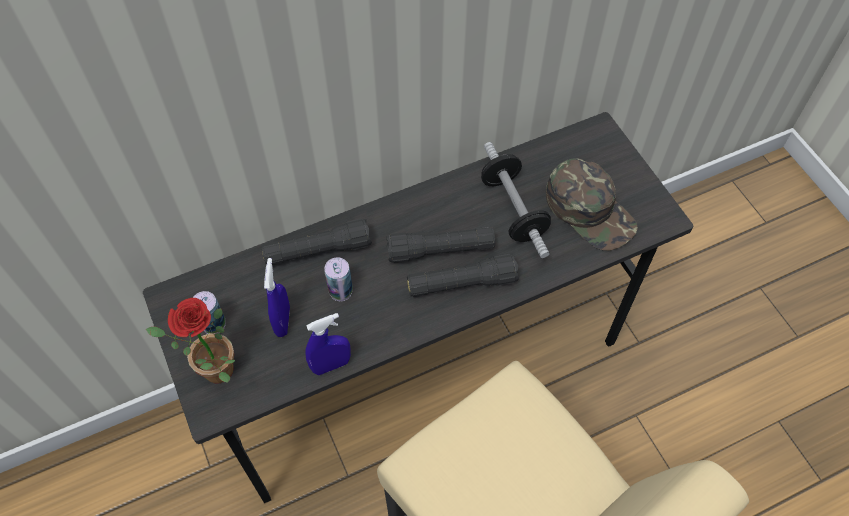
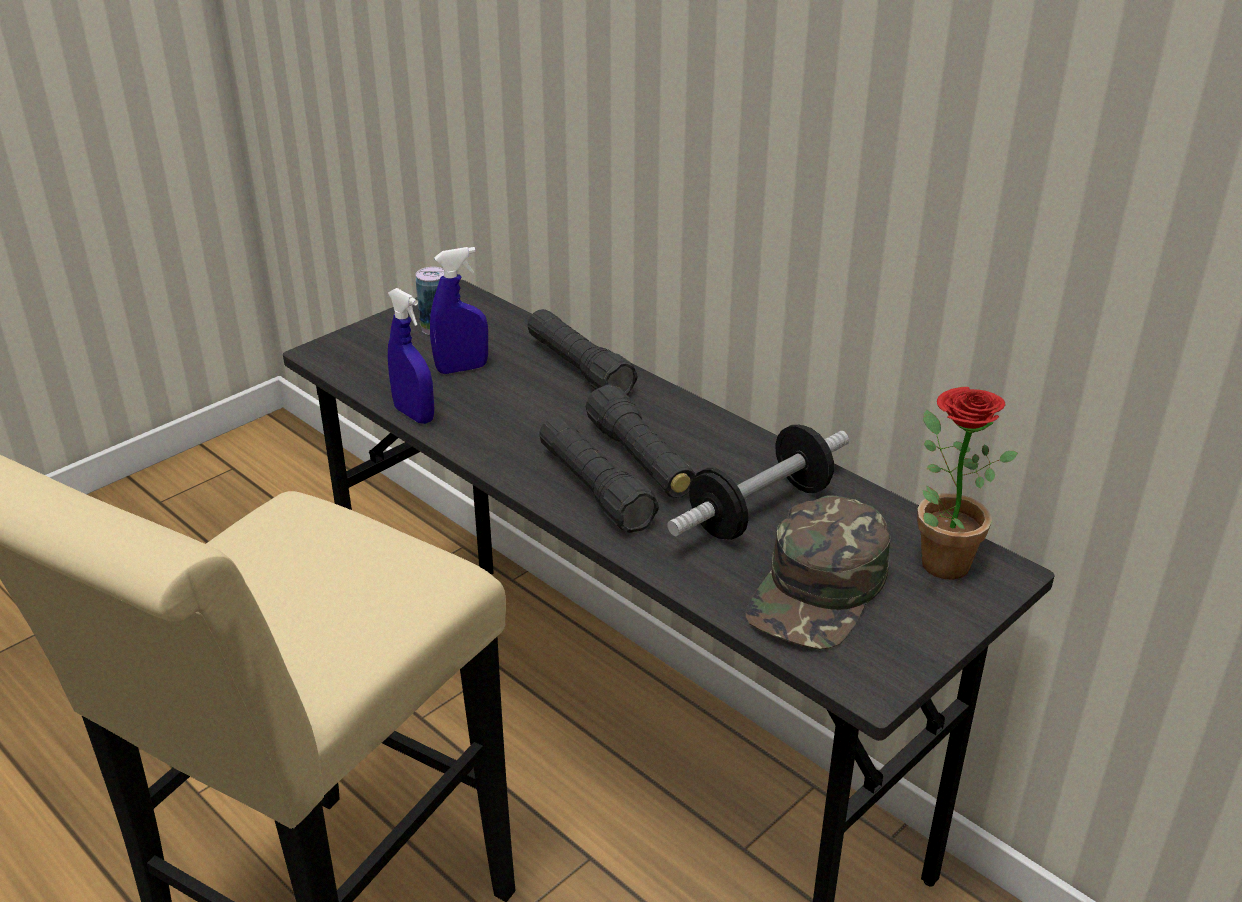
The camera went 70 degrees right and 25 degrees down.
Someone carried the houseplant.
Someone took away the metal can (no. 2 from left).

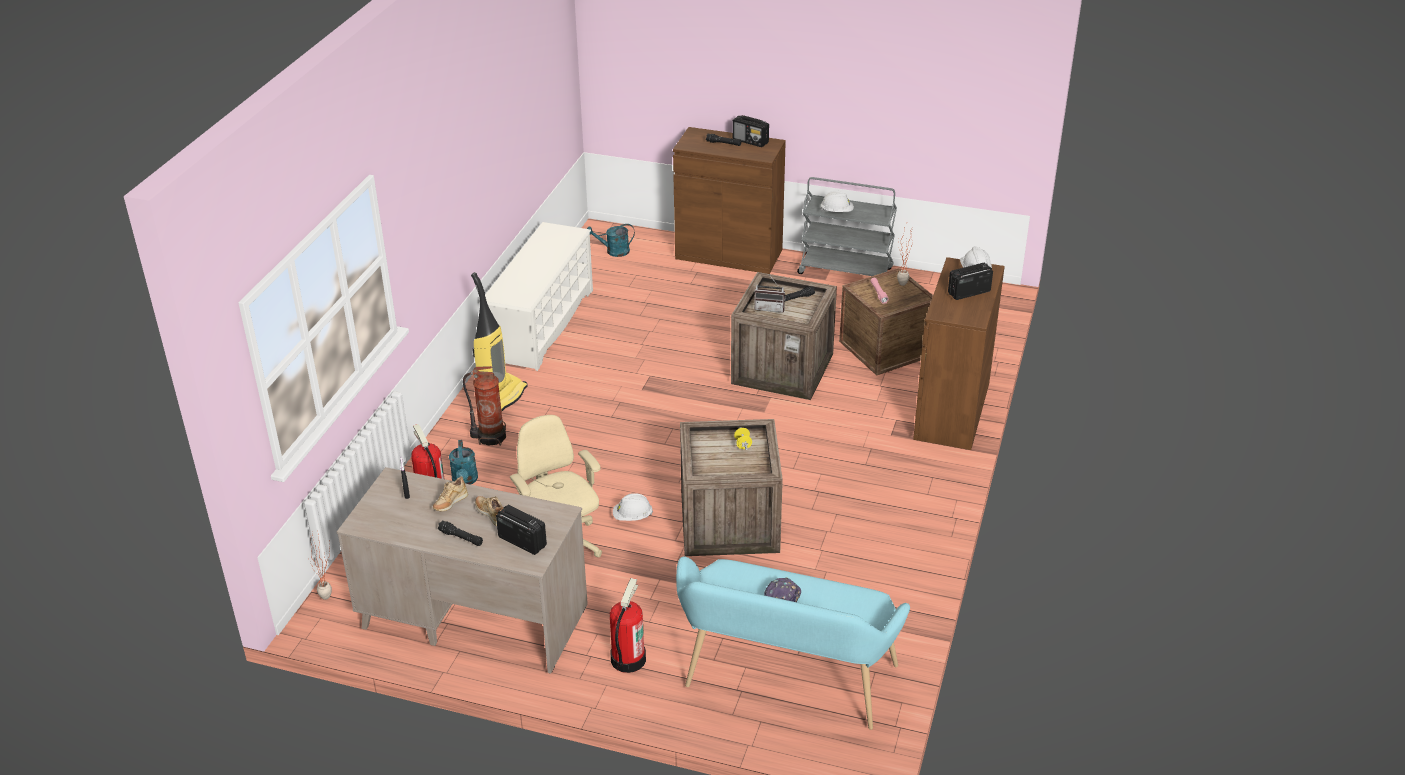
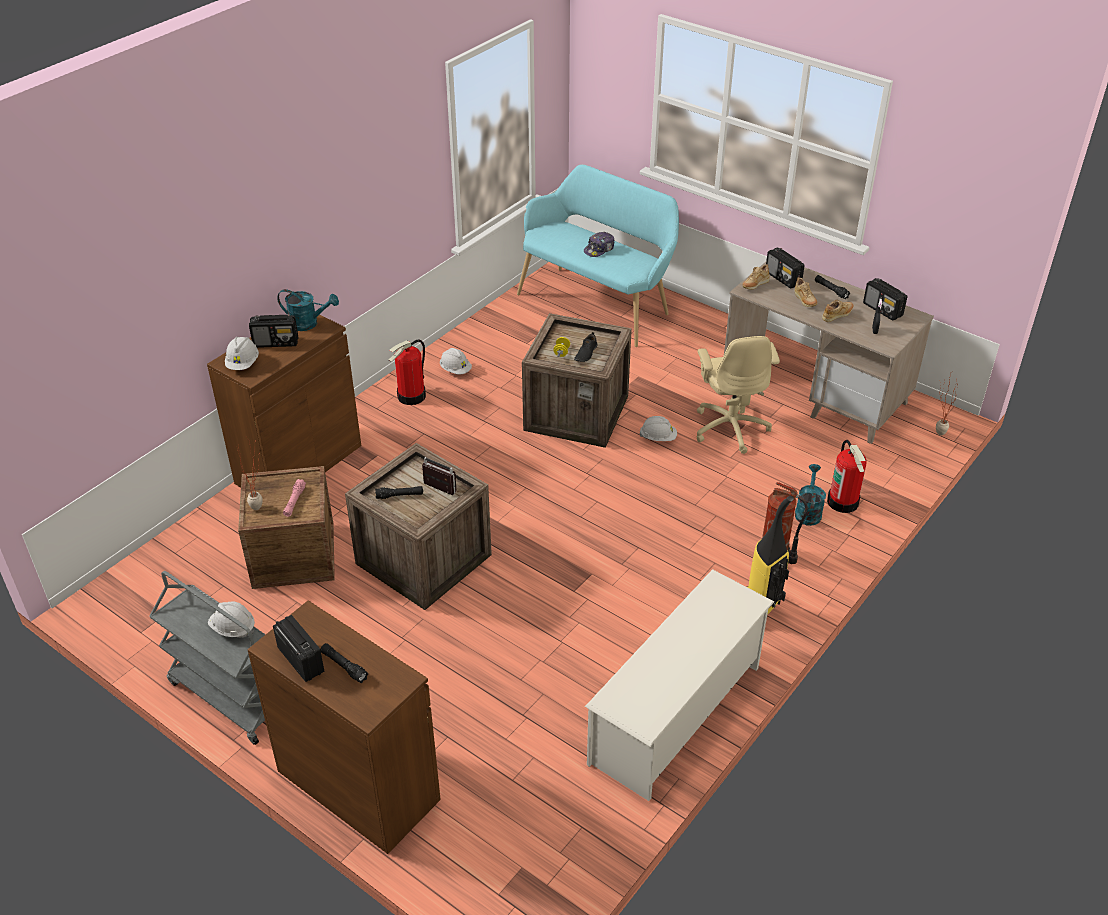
The camera went 160 degrees left and 5 degrees up.
Someone carried the blue-green watering can (no. 2 from left in the first image).
Someone carried the fire extinguisher (no. 3 from left in the first image).
Someone put down the white safety helmet (no. 3 from left).
Someone put down the black shoe.
Someone put down the beige shoe (no. 1 from left).
Someone put down the radio receiver (no. 5 from left).

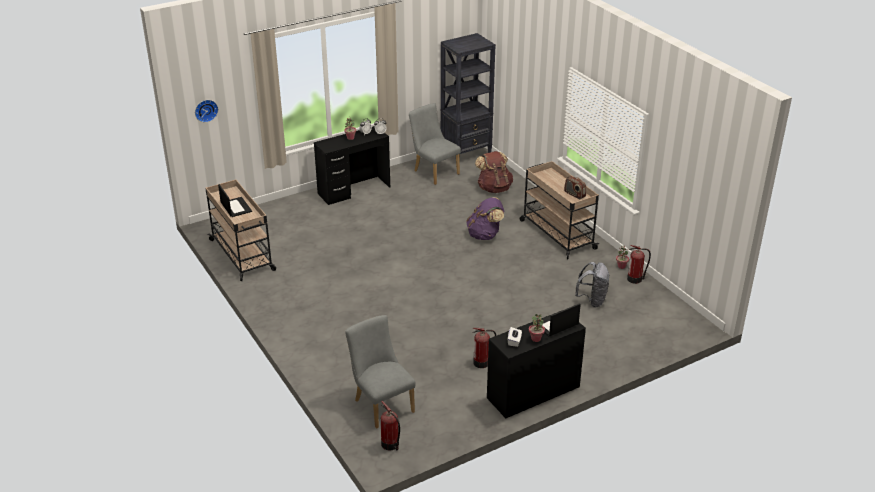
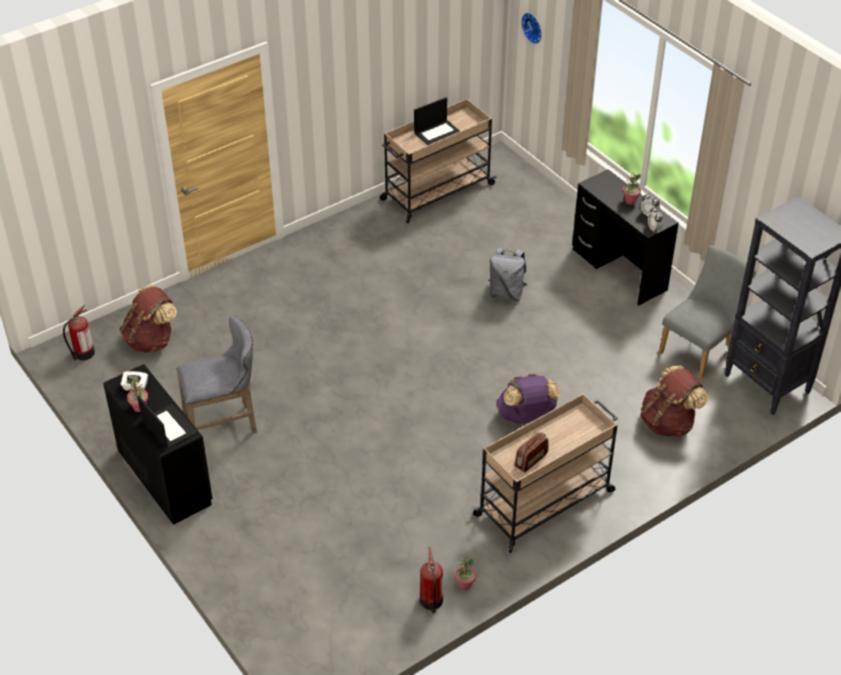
The camera went 85 degrees right and 10 degrees up.
Someone swapped the grey plain chair (no. 1 from left) for the brown-coloured backpack (no. 1 from left).
Someone swapped the fire extinguisher (no. 2 from left) for the grey stool.
Someone carried the grey backpack.

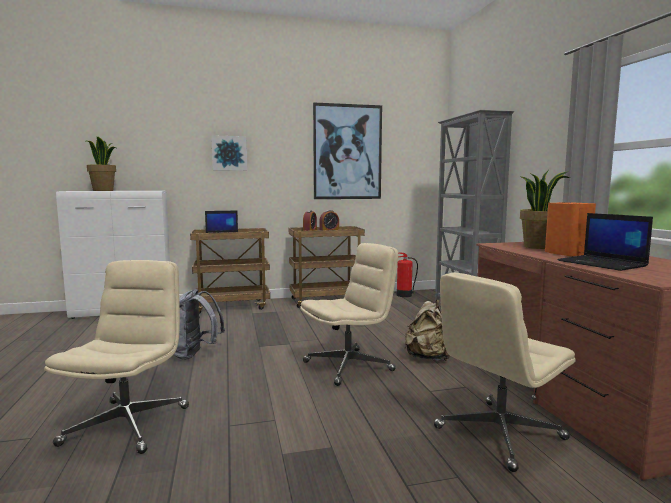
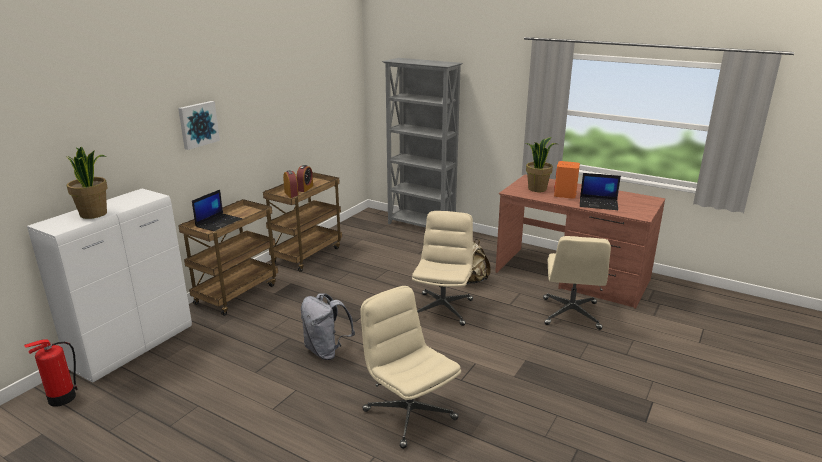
The camera went 45 degrees left and 15 degrees up.
Someone took away the wall picture (no. 2 from left).
Someone carried the fire extinguisher.

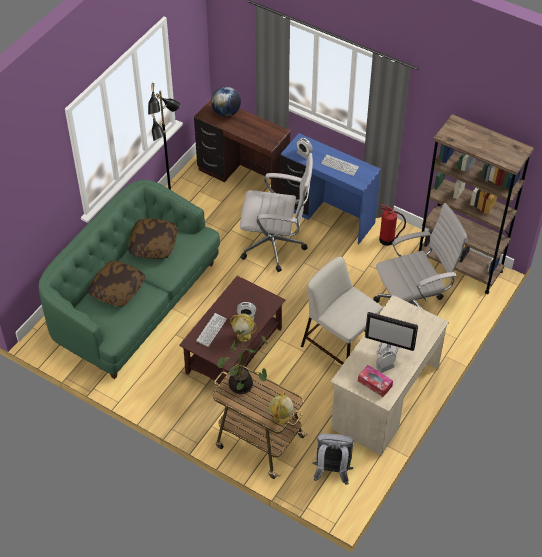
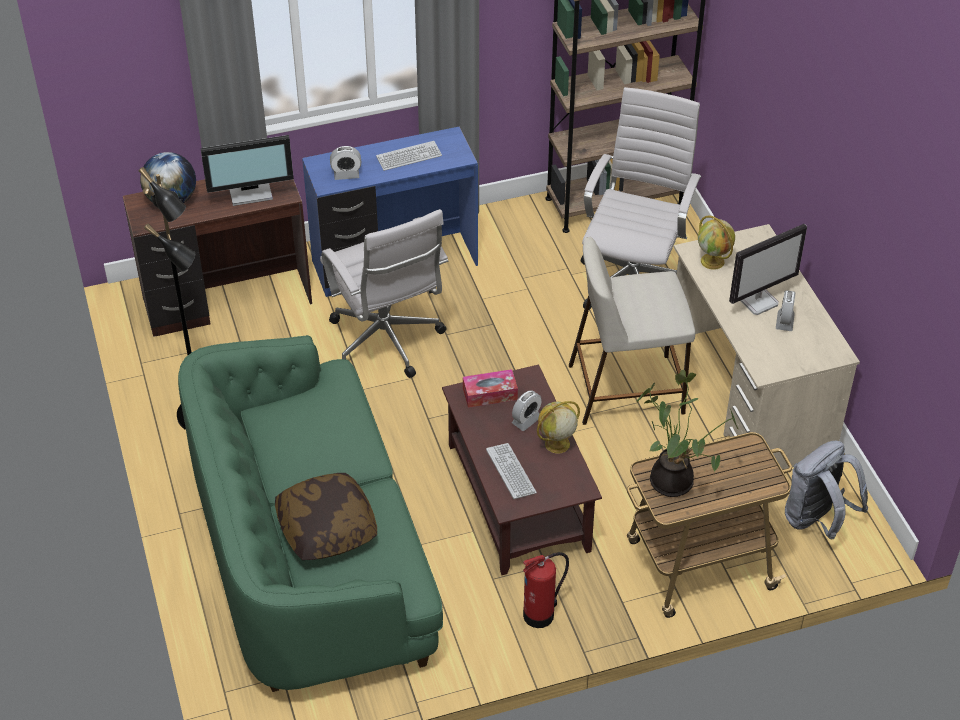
The camera went 50 degrees left and 5 degrees down.
Someone took away the cushion (no. 2 from left).
Someone rotated the white computer chair (no. 1 from left) by 105 degrees clockwise.
Someone carried the globe (no. 3 from left).
Someone carried the tissue holder.
Someone carried the fire extinguisher.
Someone put down the monitor (no. 1 from left).

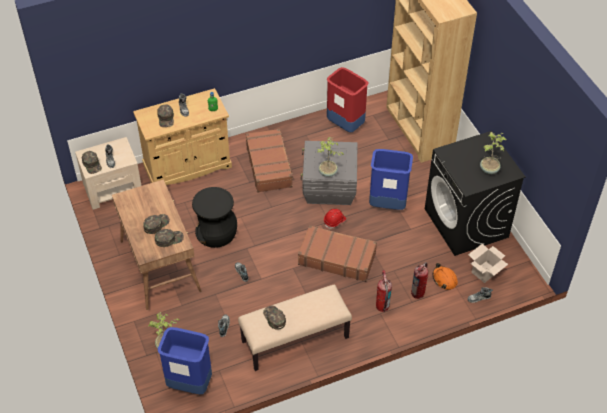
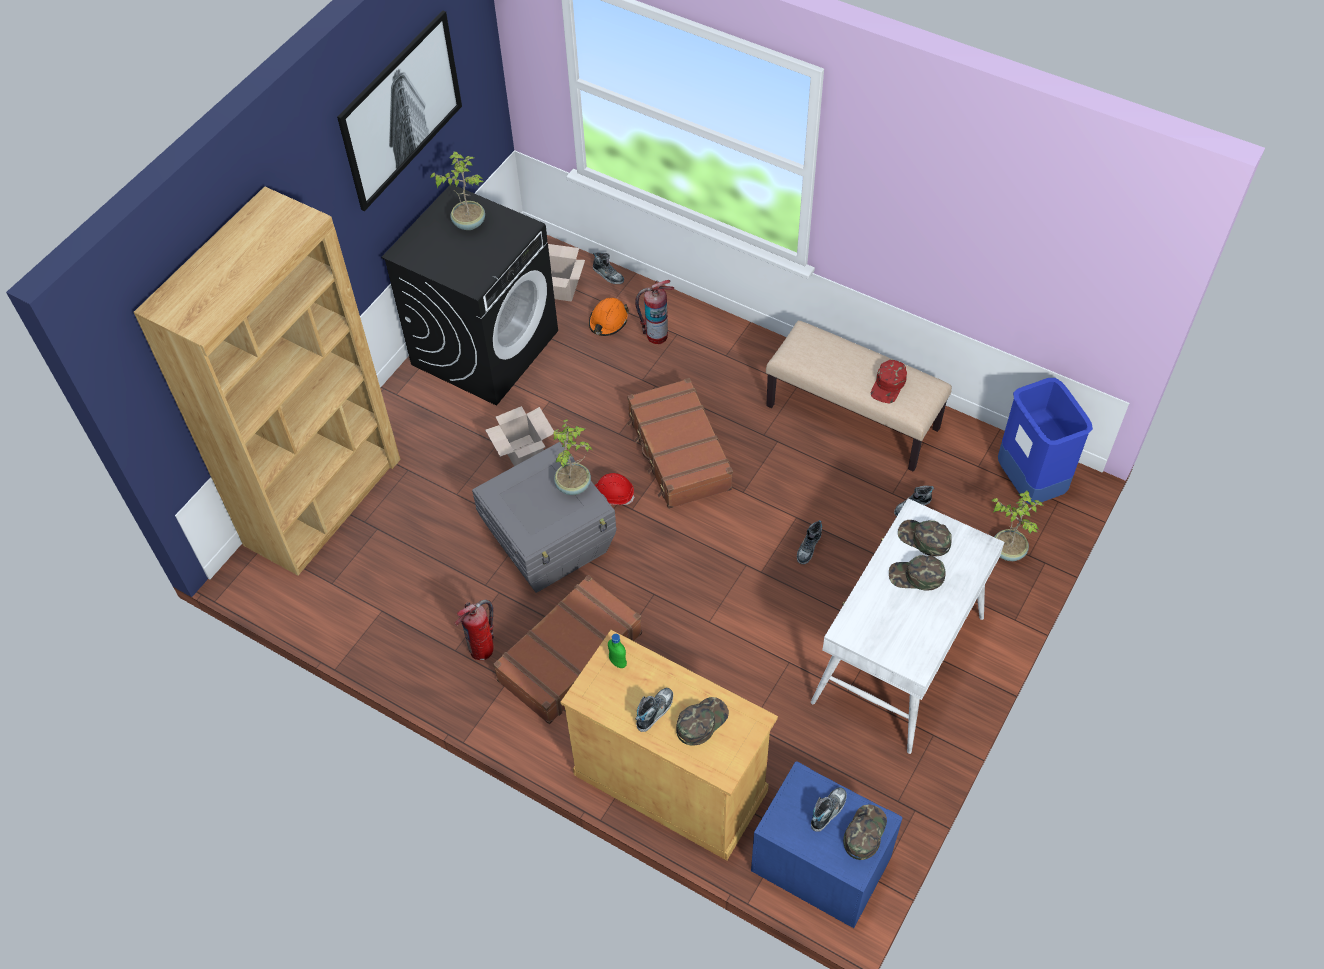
The camera went 125 degrees left and 5 degrees up.
Someone repainted the beige bedside table, which became the blue-coloured bedside table.
Someone repainted the brown-coloured desk unit, which became the white desk unit.
Someone took away the black stool.
Someone repainted the green baseball cap (no. 5 from left), which became the red baseball cap.
Someone took away the red rubbish bin.
Someone swapped the blue-coloured rubbish bin (no. 2 from left) for the carton (no. 1 from left).
Someone carried the fire extinguisher (no. 1 from left).
Someone put up the wall picture.

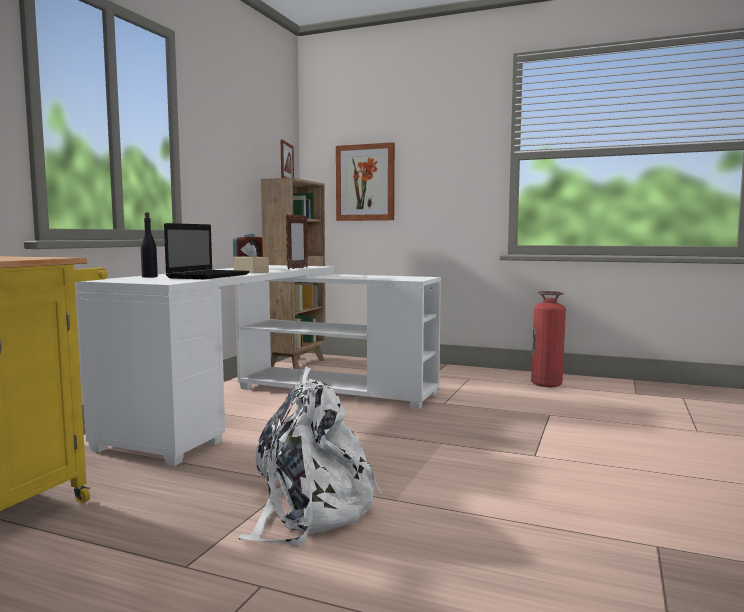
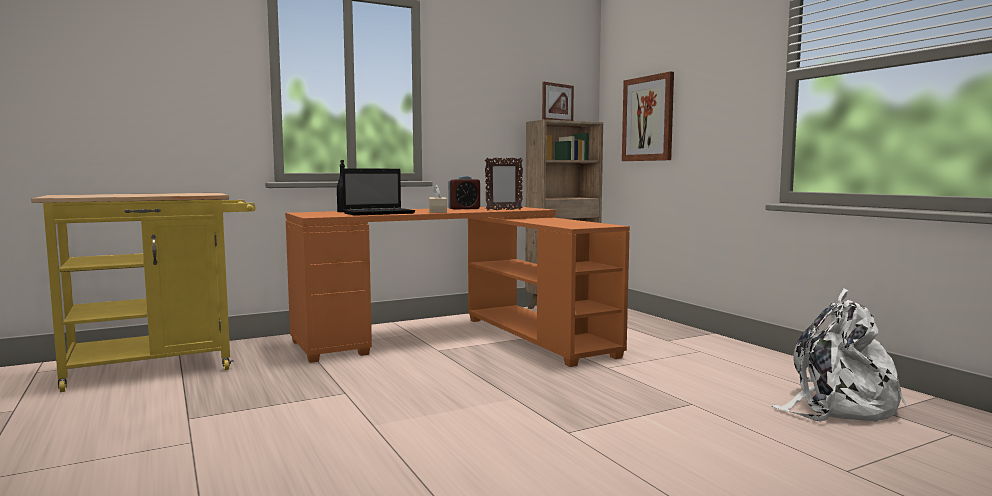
The camera went 40 degrees right and 0 degrees up.
Someone repainted the white desk unit, which became the orangey desk unit.
Someone carried the white backpack.
Someone took away the fire extinguisher.

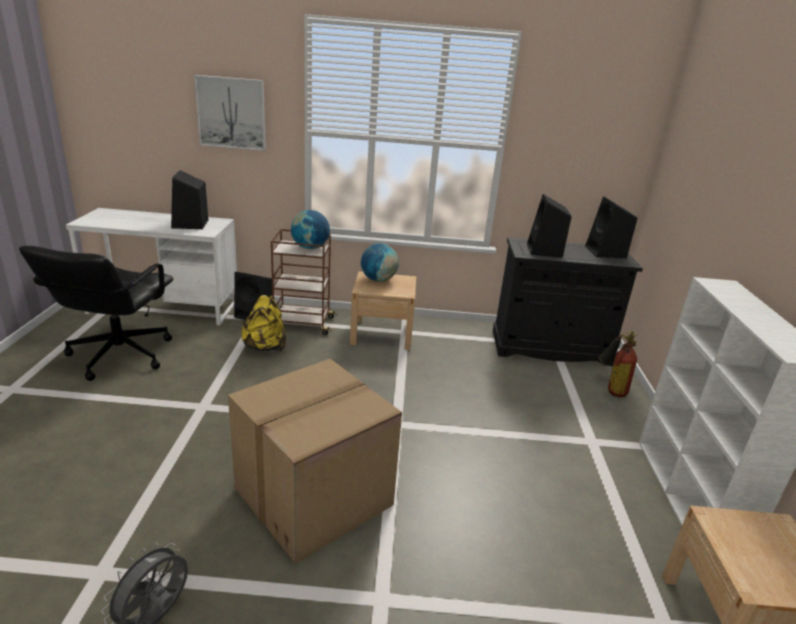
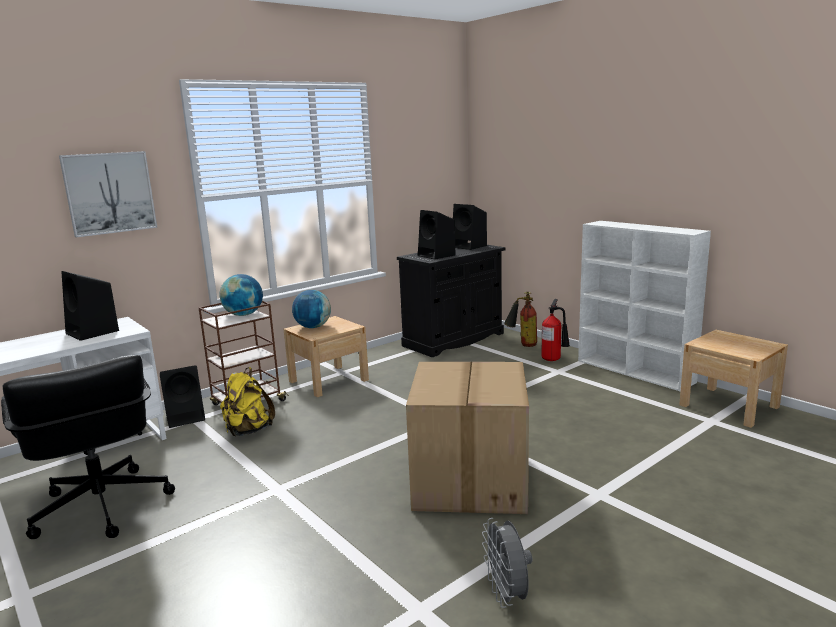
The camera went 40 degrees left and 10 degrees down.
Someone put down the fire extinguisher (no. 2 from left).

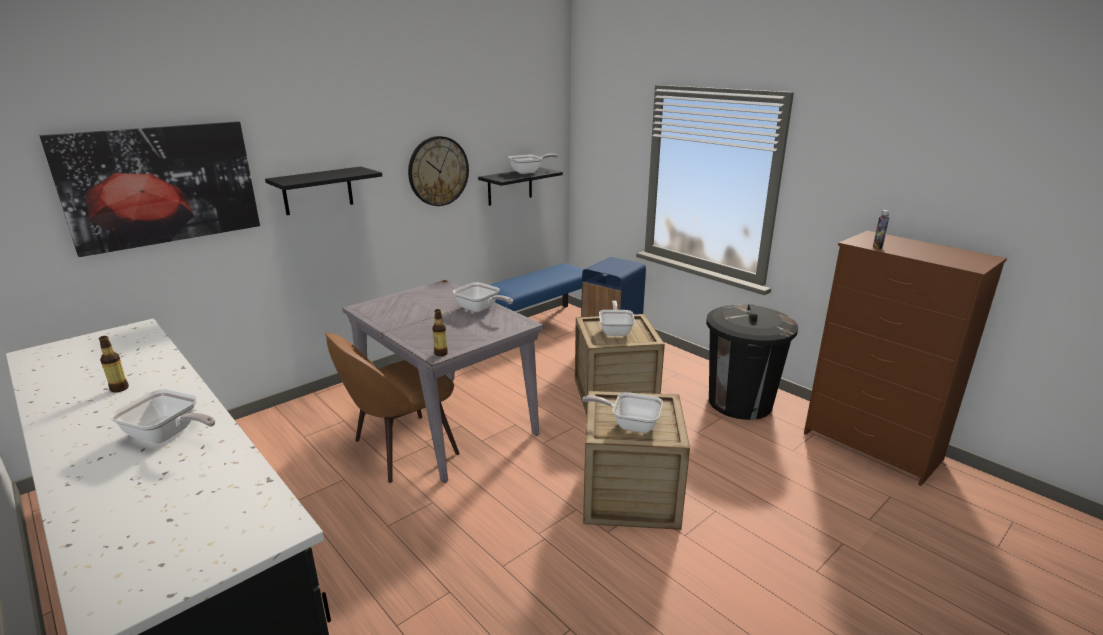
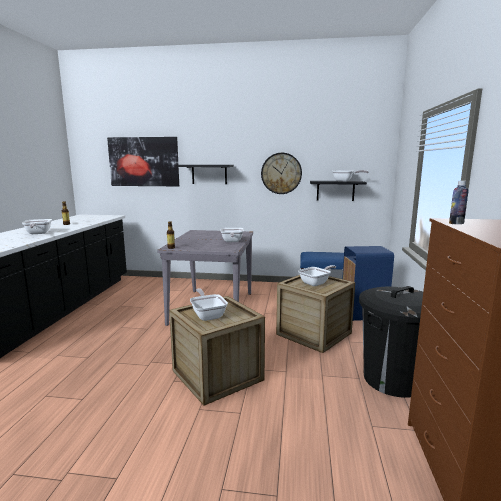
The camera went 50 degrees right and 10 degrees down.
Someone took away the brown-coloured plain chair.

